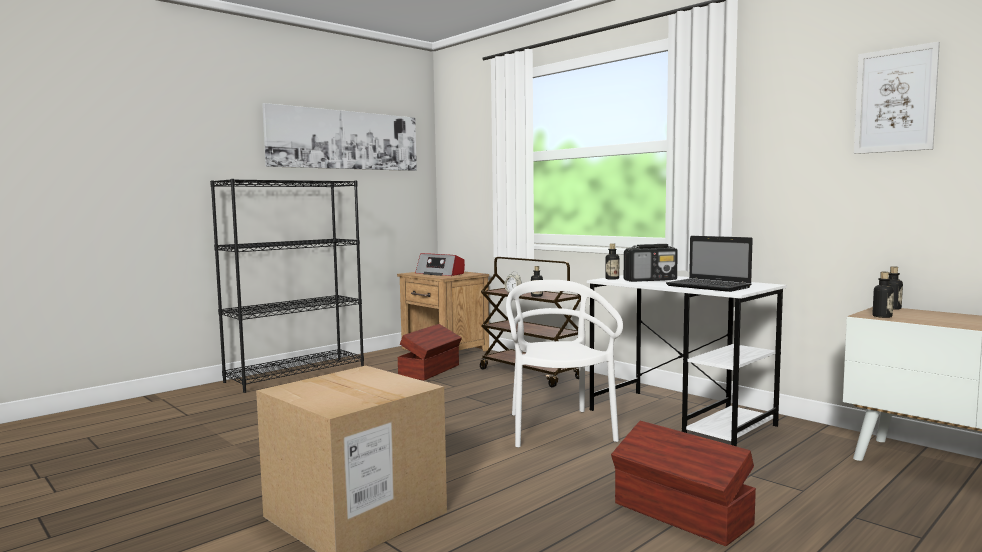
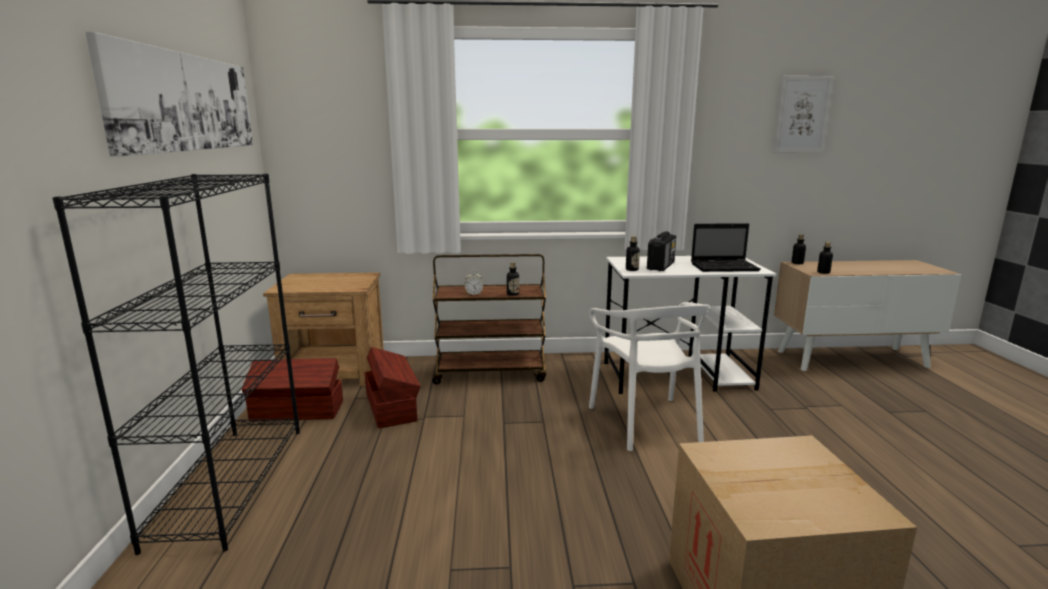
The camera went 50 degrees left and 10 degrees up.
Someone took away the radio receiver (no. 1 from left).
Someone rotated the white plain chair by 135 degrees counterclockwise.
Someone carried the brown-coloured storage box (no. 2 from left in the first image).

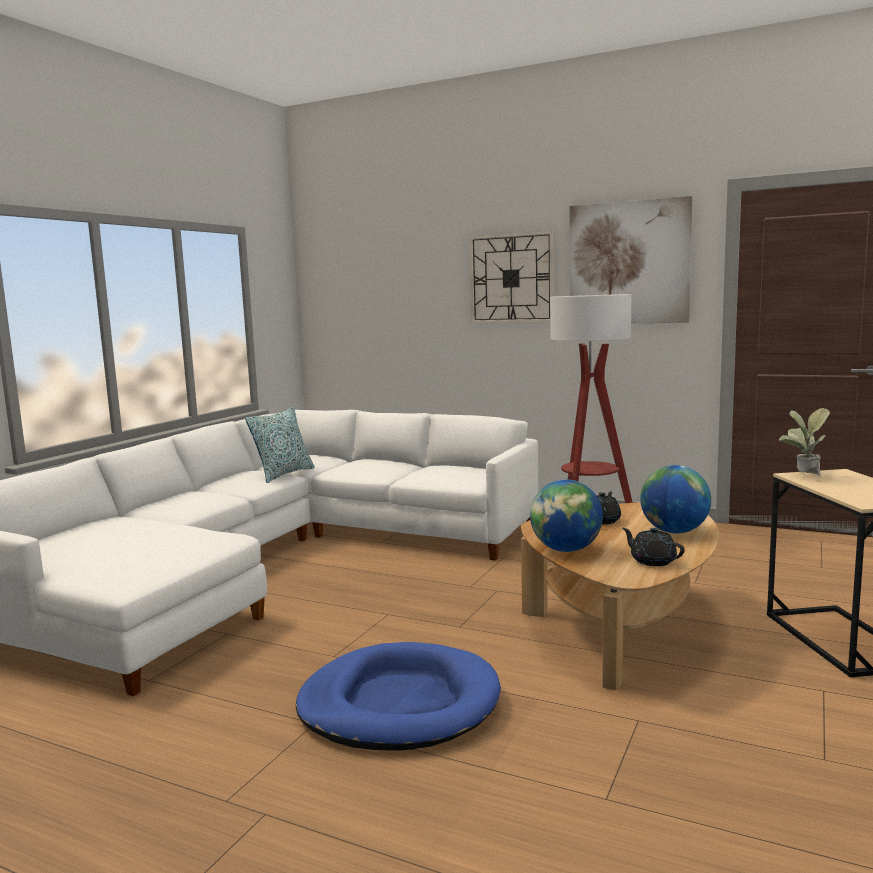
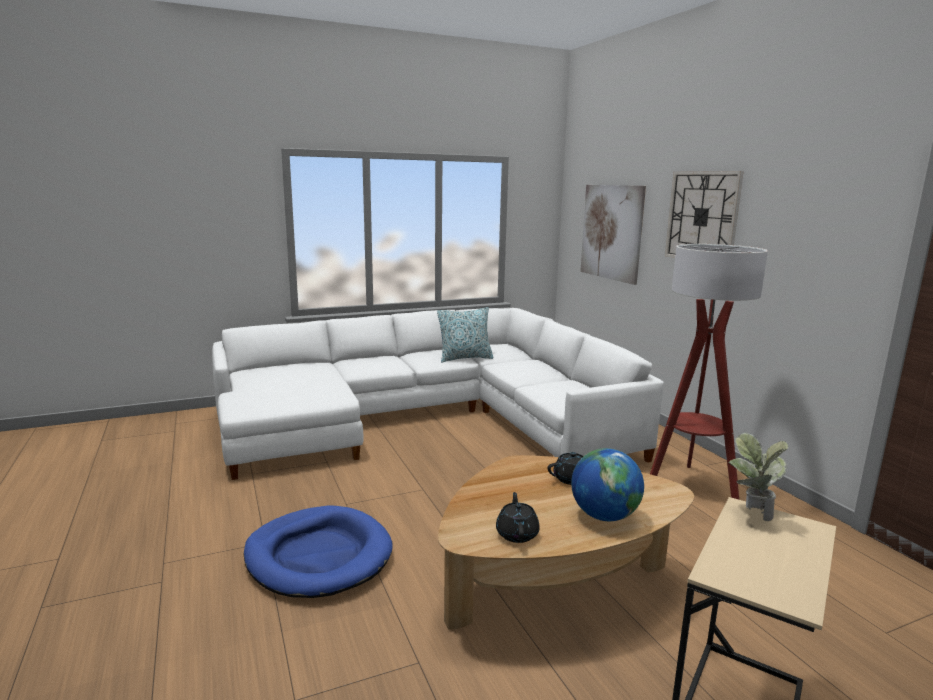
The camera went 40 degrees right and 5 degrees up.
Someone took away the globe (no. 1 from left).
Someone carried the wall picture.

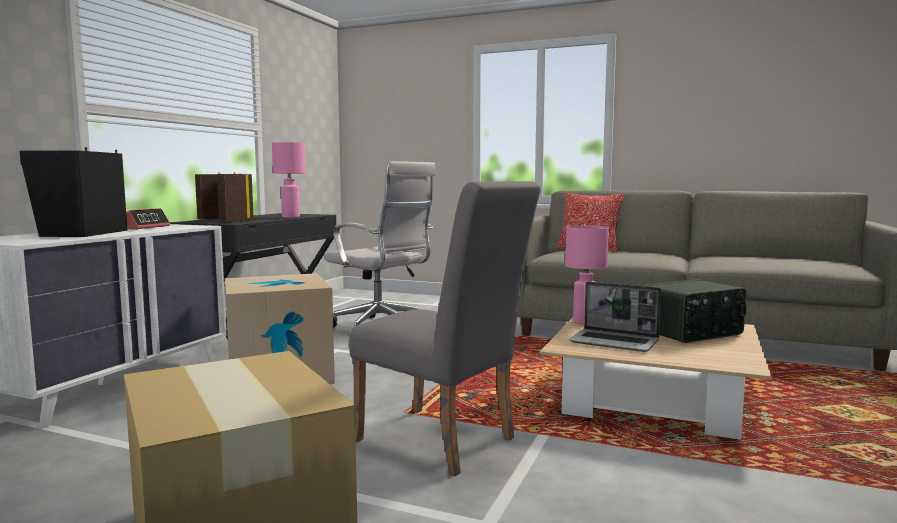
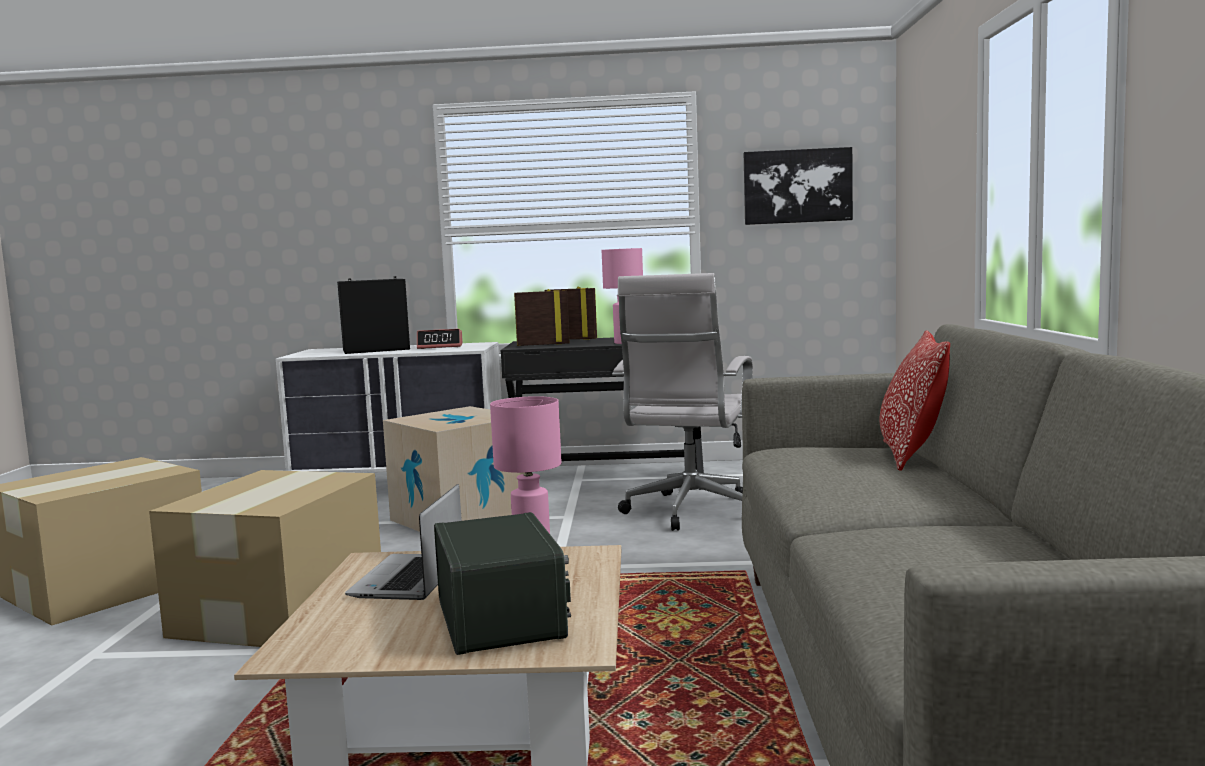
The camera went 70 degrees right and 0 degrees up.
Someone swapped the grey plain chair for the carton (no. 2 from left).
Someone rotated the radio receiver by 150 degrees counterclockwise.
Someone put up the wall picture.

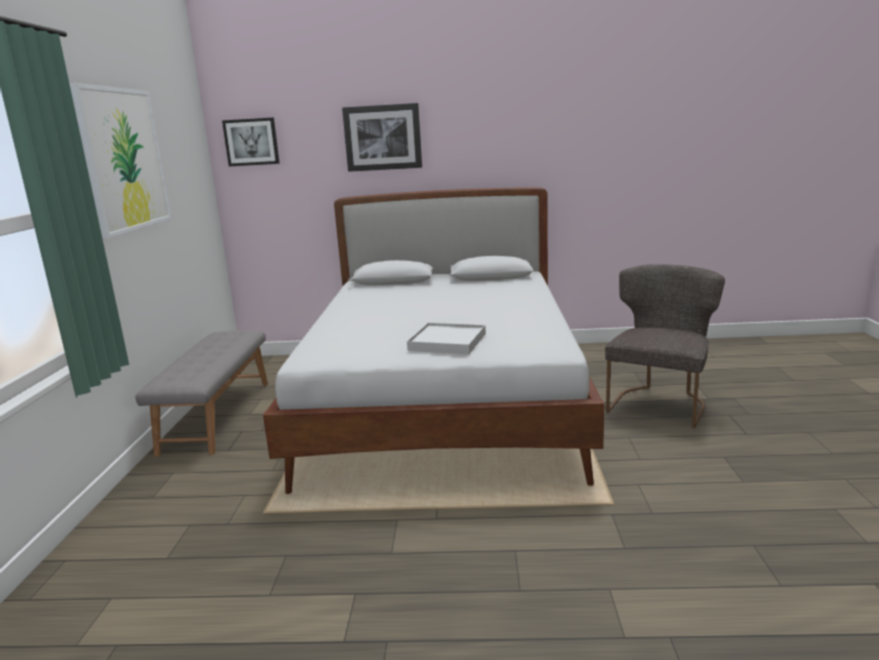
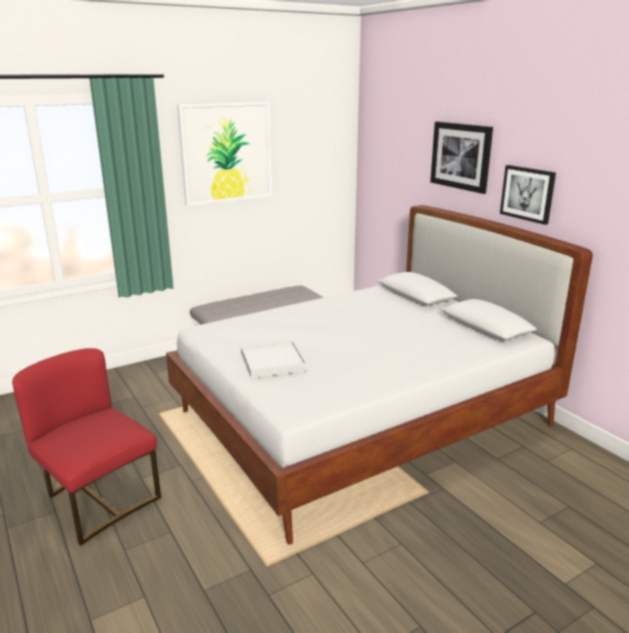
The camera went 55 degrees right and 5 degrees up.
Someone carried the wall picture (no. 2 from left in the first image).
Someone took away the grey plain chair.
Someone put down the red plain chair.

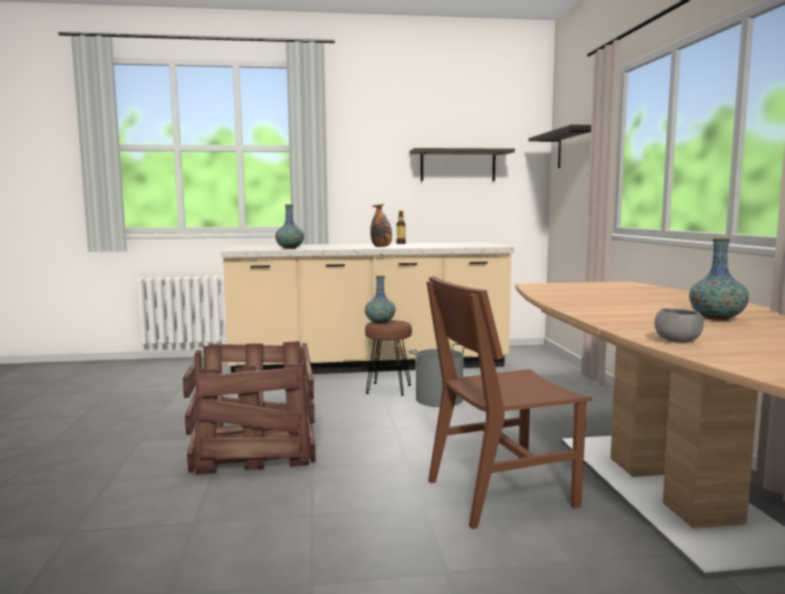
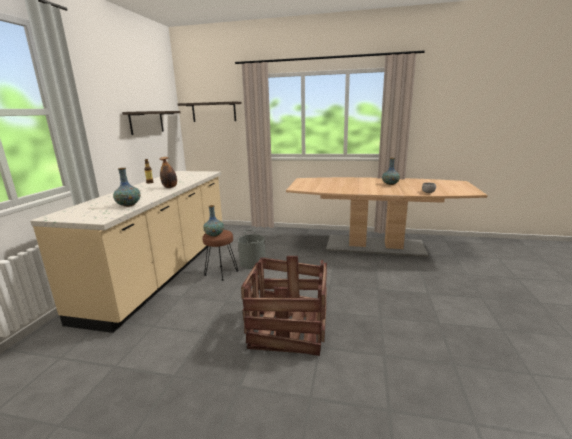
The camera went 70 degrees left and 10 degrees up.
Someone took away the brown-coloured plain chair.

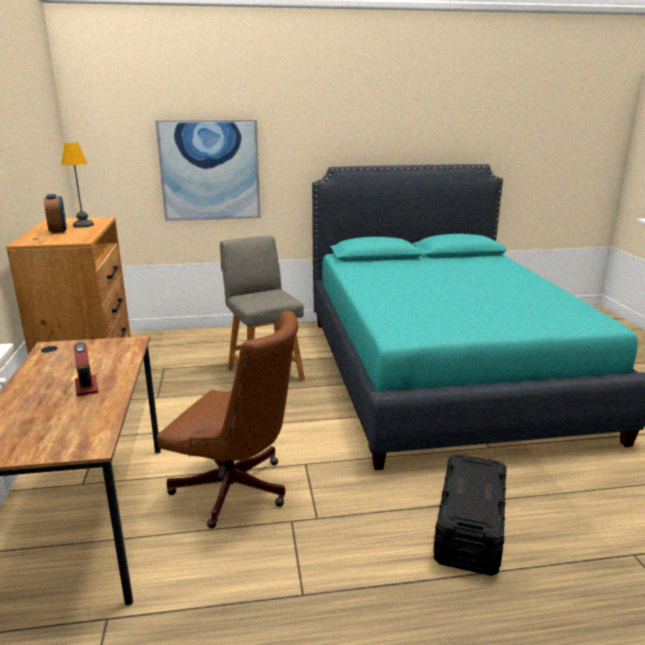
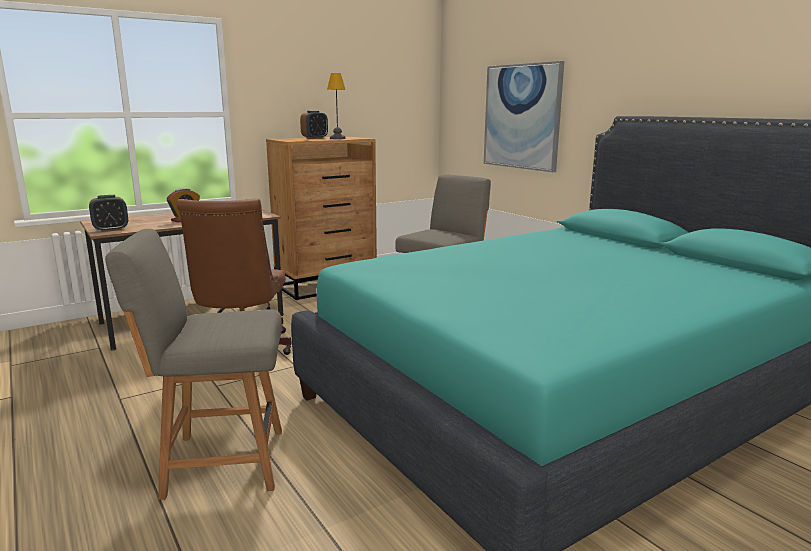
The camera went 65 degrees right and 5 degrees down.
Someone swapped the black storage box for the grey plain chair (no. 1 from left).
Someone put down the table clock (no. 1 from left).

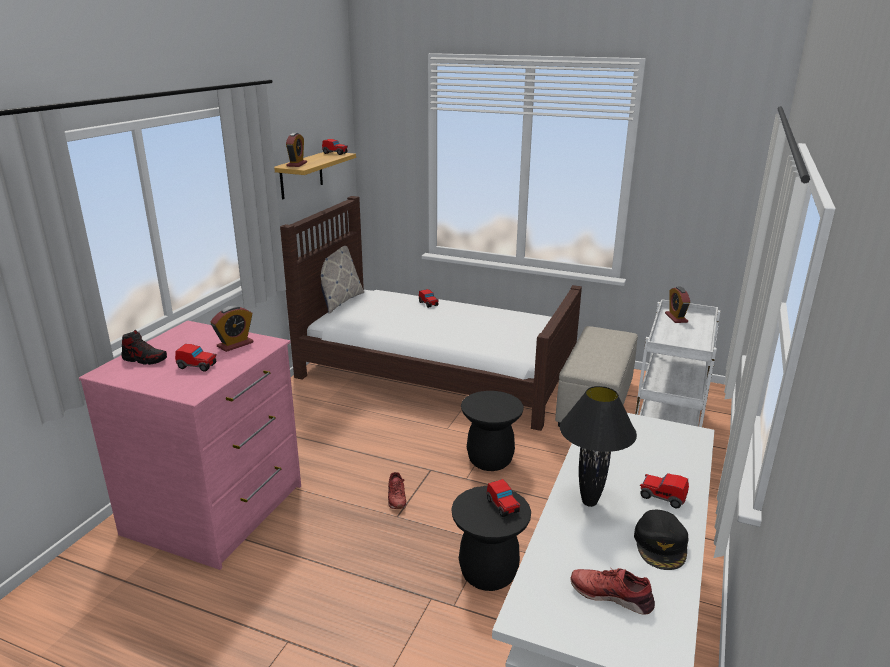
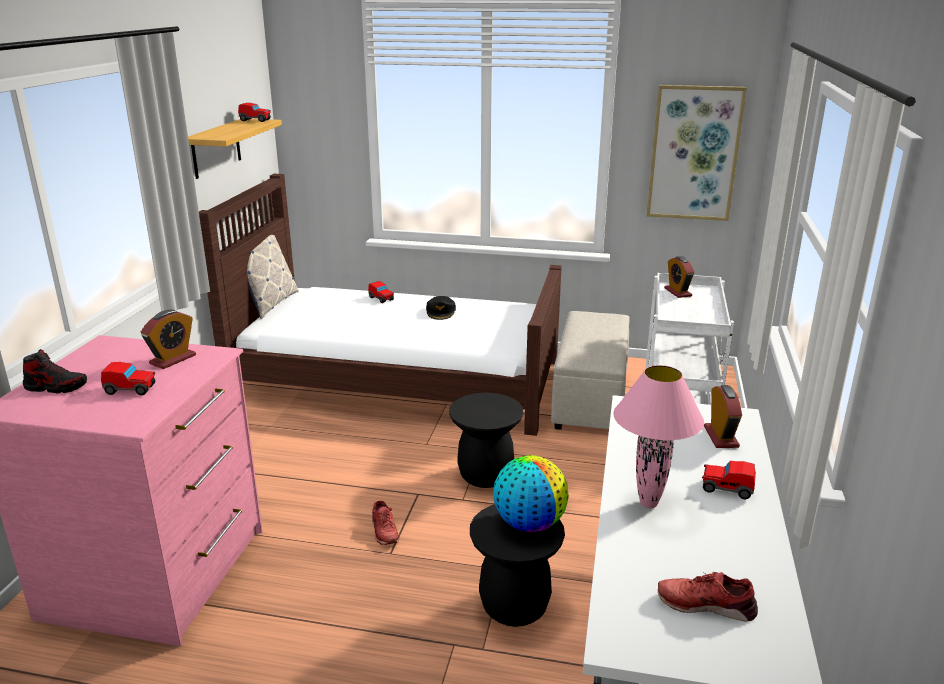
The camera went 10 degrees left and 0 degrees up.
Someone carried the table clock (no. 2 from left in the first image).
Someone swapped the toy car (no. 4 from left) for the globe.
Someone repainted the black tabletop lamp, which became the pinkish tabletop lamp.
Someone carried the black baseball cap.
Someone put up the wall picture.

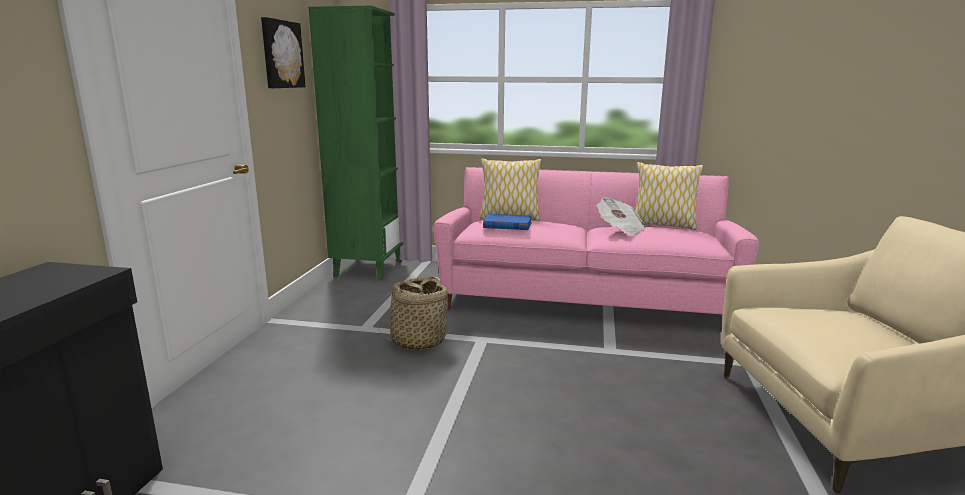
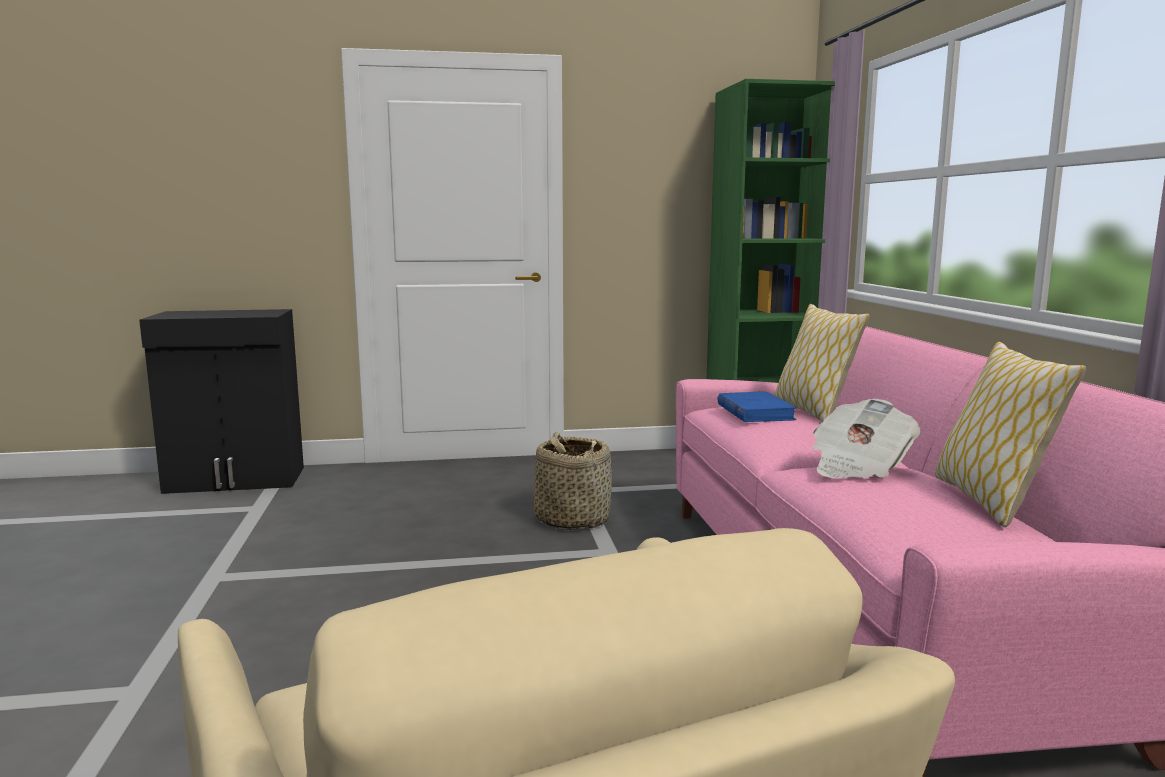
The camera went 70 degrees right and 5 degrees down.
Someone took away the wall picture.

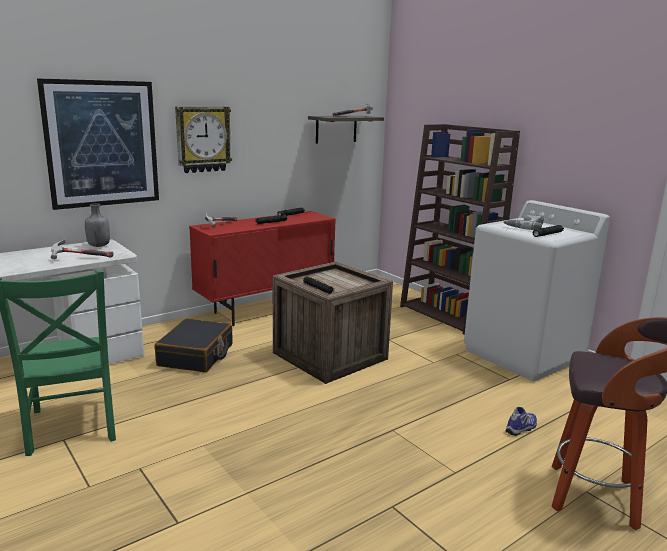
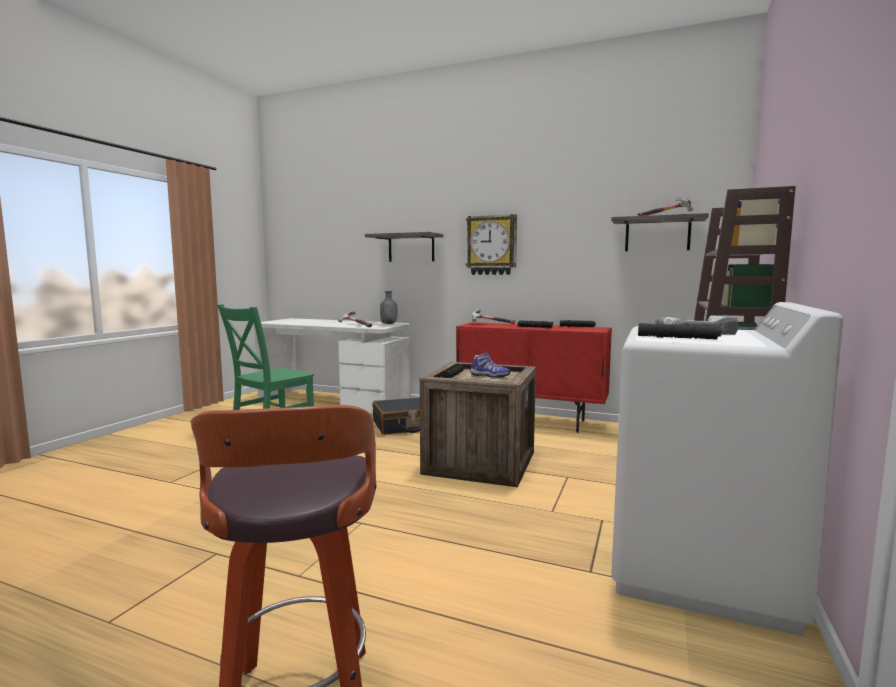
The camera went 60 degrees right and 10 degrees down.
Someone swapped the wall picture for the shelf (no. 1 from left).
Someone carried the shoe.

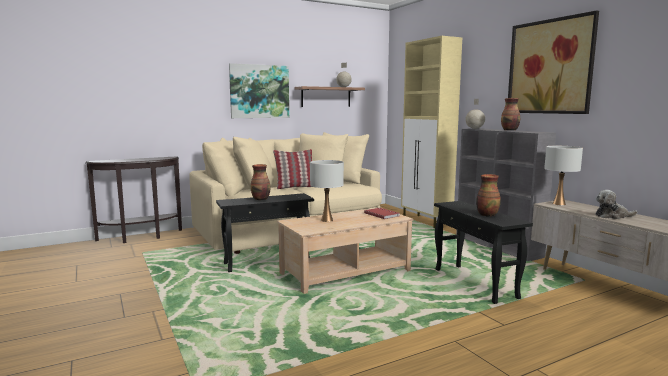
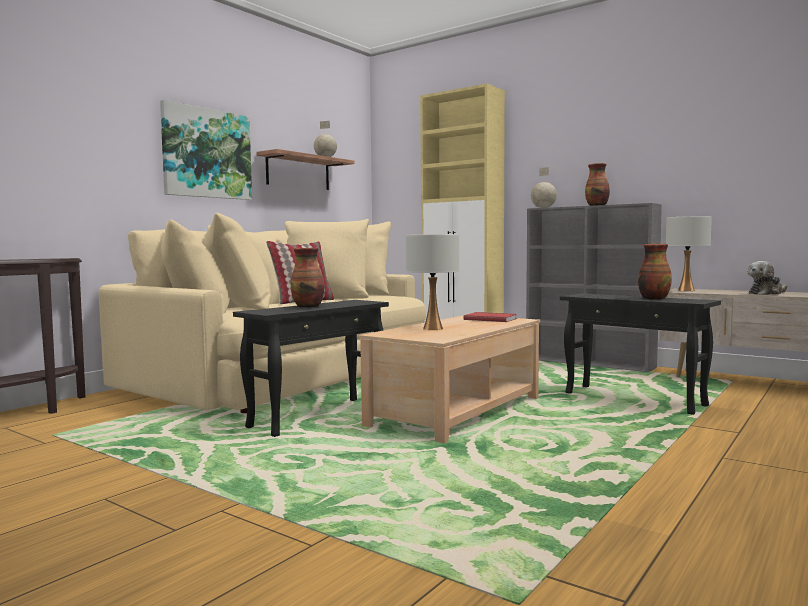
The camera went 25 degrees left and 5 degrees down.
Someone took away the wall picture (no. 2 from left).

